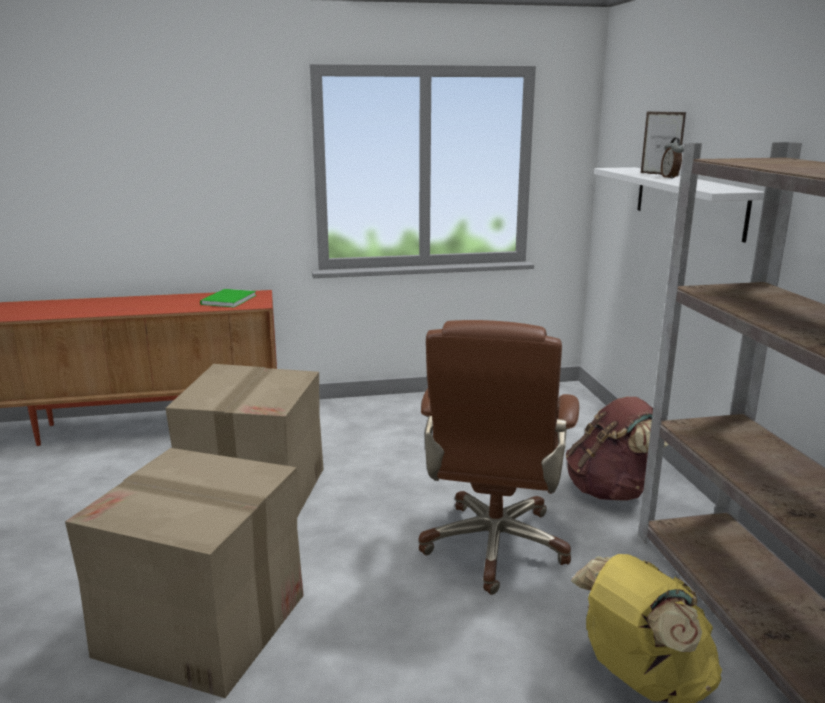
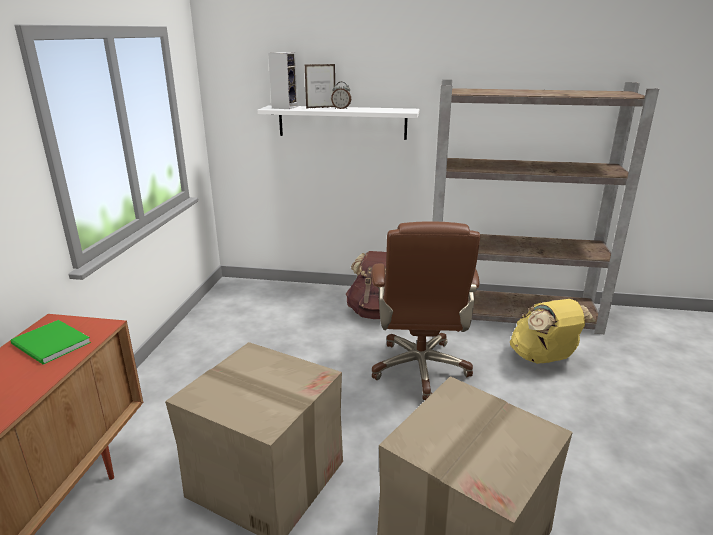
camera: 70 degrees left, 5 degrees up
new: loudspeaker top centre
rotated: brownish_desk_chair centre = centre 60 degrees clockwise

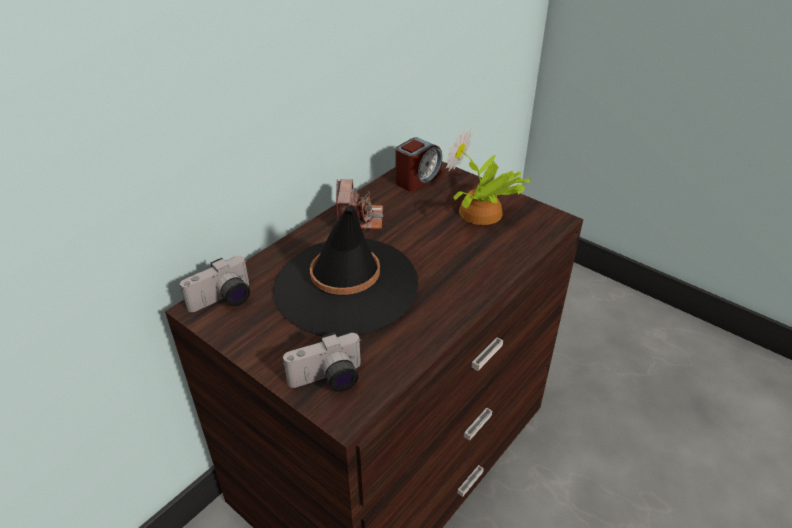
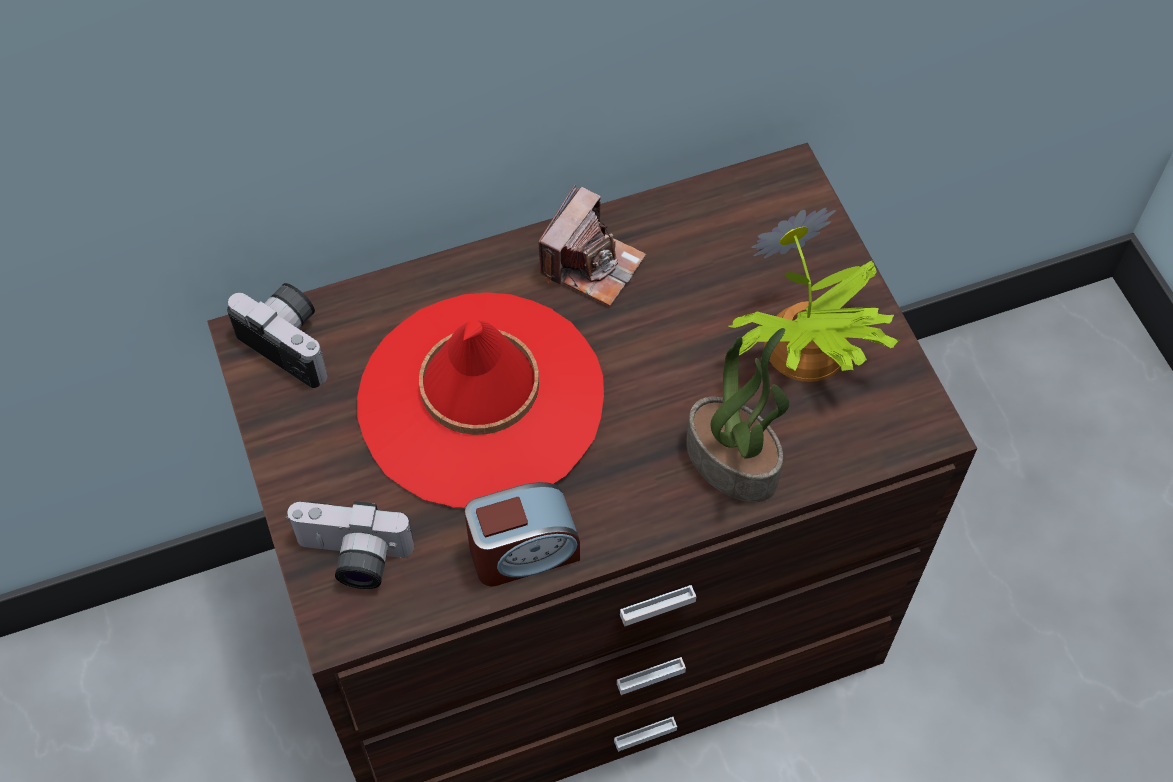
camera: 30 degrees right, 20 degrees up
new: houseplant (no. 1 from left) centre
shifted: bedside_clock top centre to bottom centre
repainted: blackish_wearable_hat centre to reddish_wearable_hat centre
rotated: still_camera (no. 1 from left) middle left = middle left 135 degrees counterclockwise

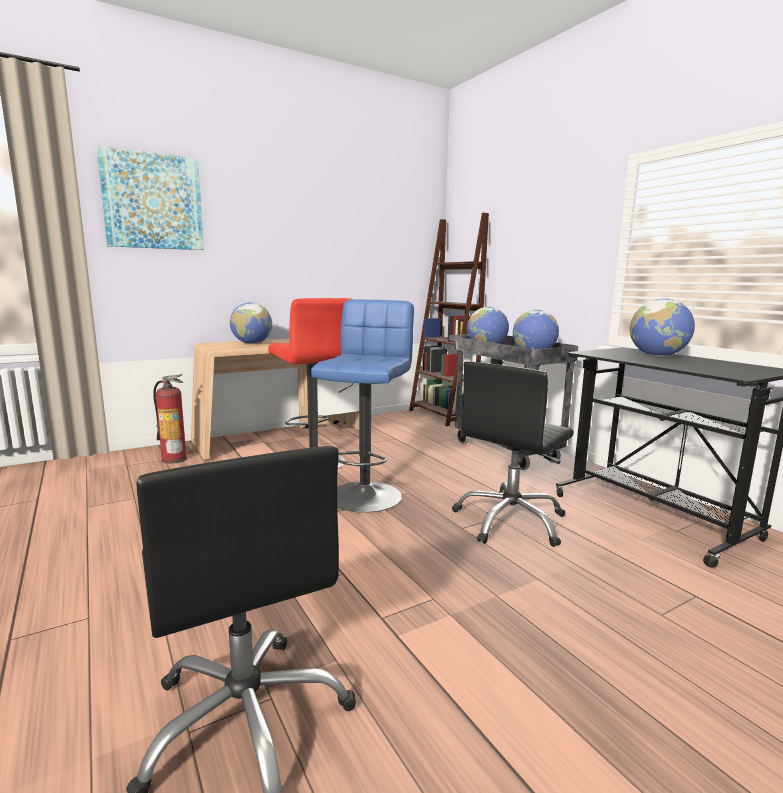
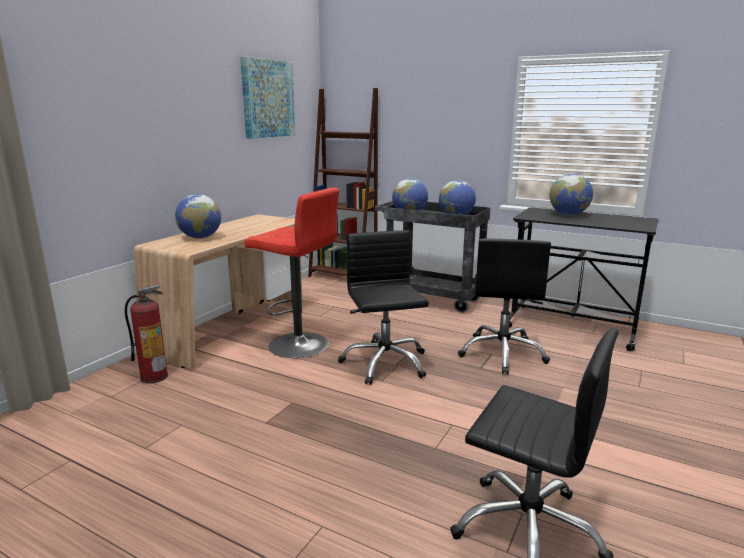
camera: 30 degrees left, 5 degrees up
shifted: wall_art top left to top centre
swapped: blue-coloured_stool_seat centre to blackish_desk_chair (no. 1 from left) centre

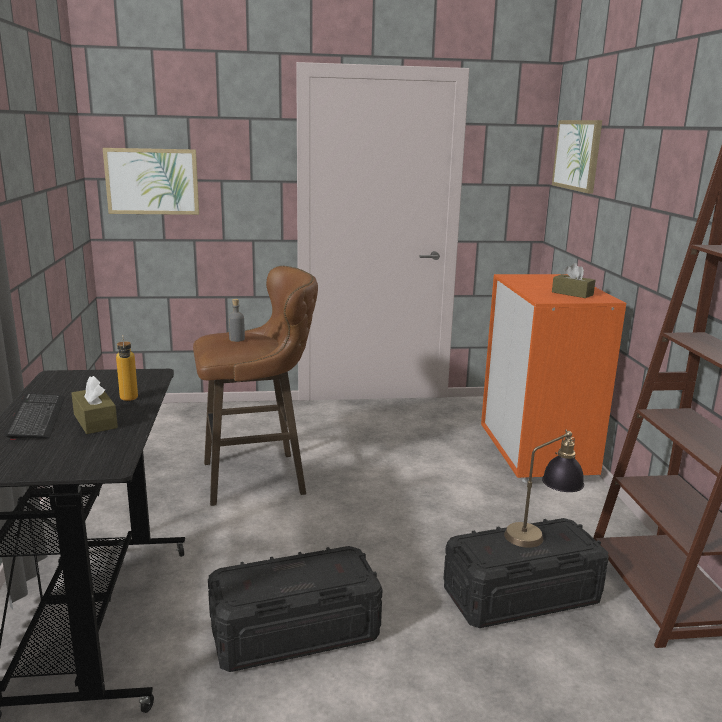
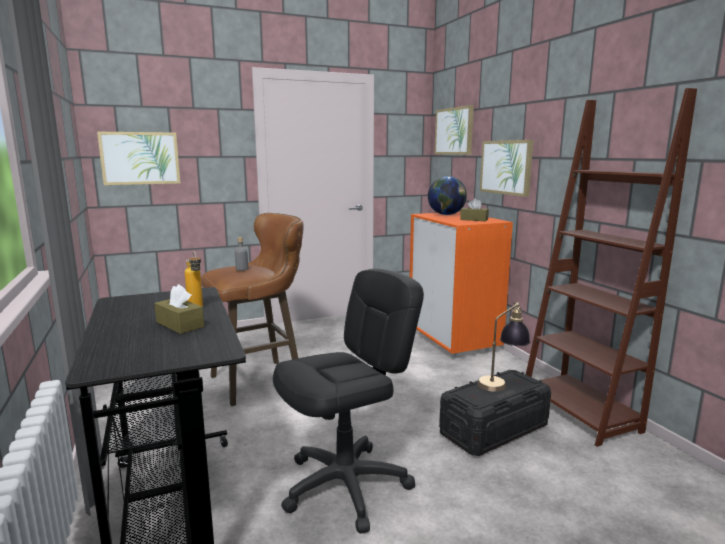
camera: 15 degrees left, 5 degrees down
gone: computer_keyboard middle left
new: desk_globe centre; wall_art (no. 3 from left) top right
swapped: blackish_storage_container (no. 1 from left) bottom centre to blackish_desk_chair bottom centre

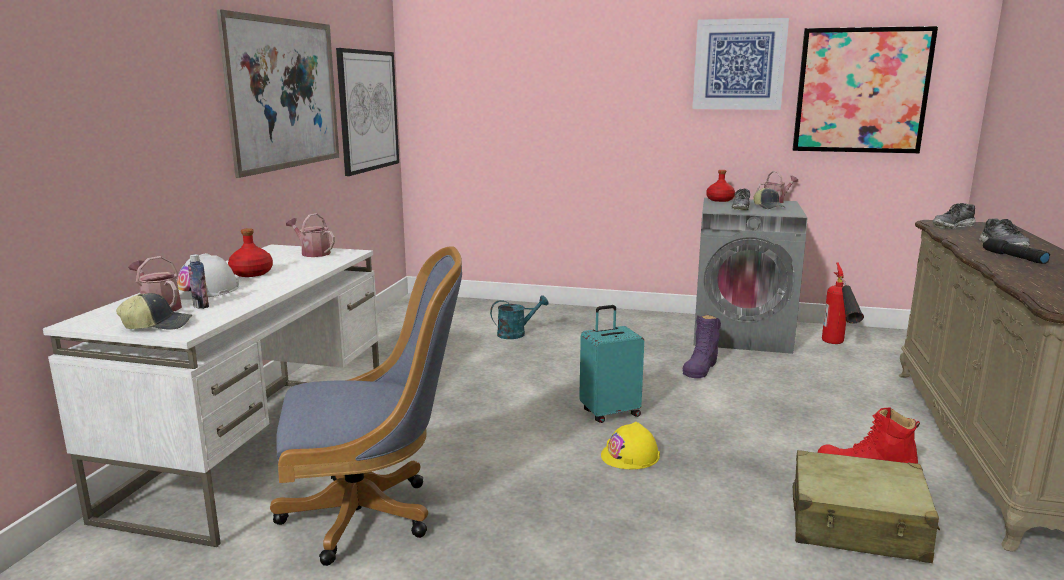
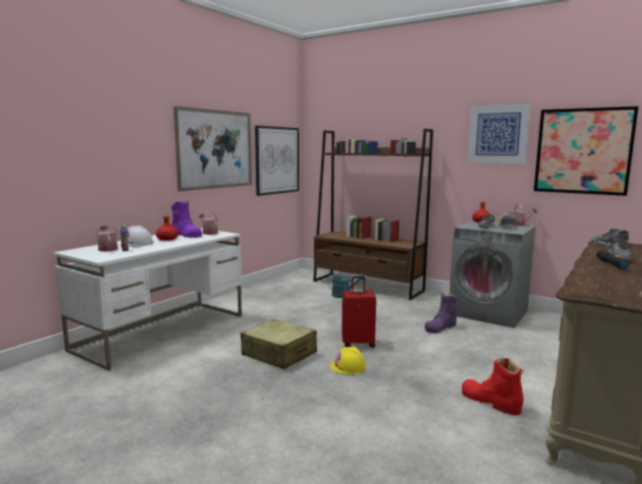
camera: 20 degrees right, 5 degrees down
gone: baseball_cap (no. 1 from left) middle left; blue-coloured_desk_chair bottom centre; fire-fighting_cylinder middle right
new: purple_boot (no. 1 from left) middle left; brownish_bookcase centre
shifted: beige_suitcase bottom right to bottom centre
repainted: turquoise-coloured_suitcase centre to reddish_suitcase centre

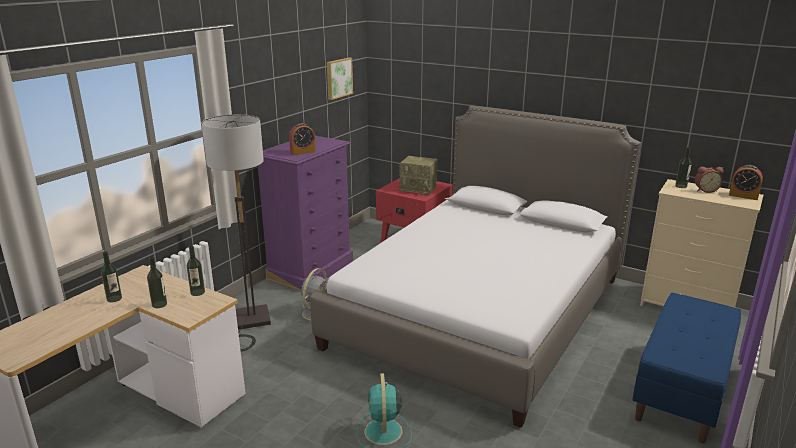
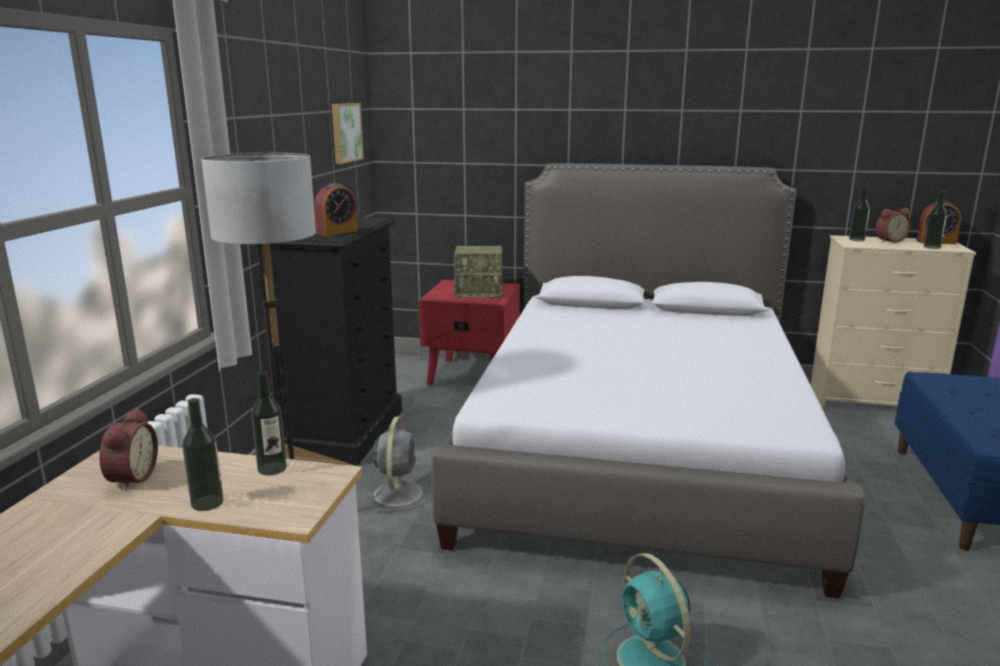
camera: 20 degrees left, 5 degrees down
new: bedside_clock (no. 1 from left) bottom left
shifted: bottle (no. 1 from left in the first image) middle left to bottle (no. 4 from left) top right
repainted: purple_dresser centre to blackish_dresser middle left

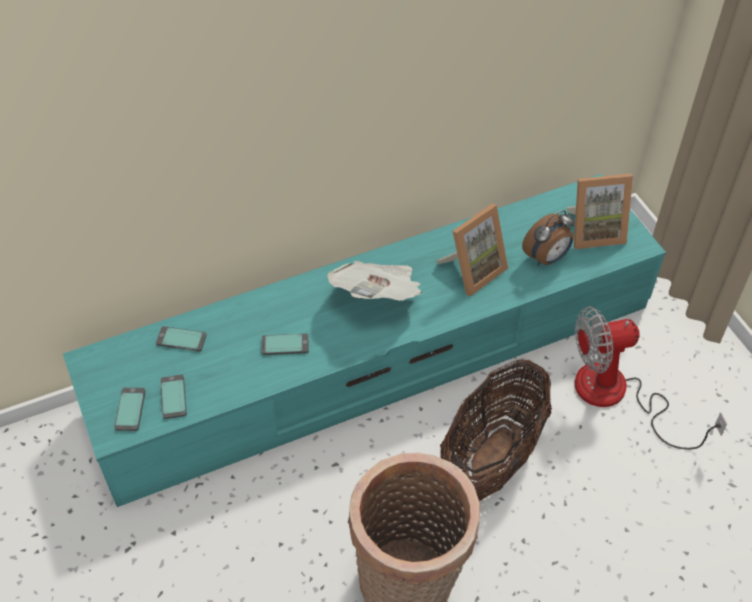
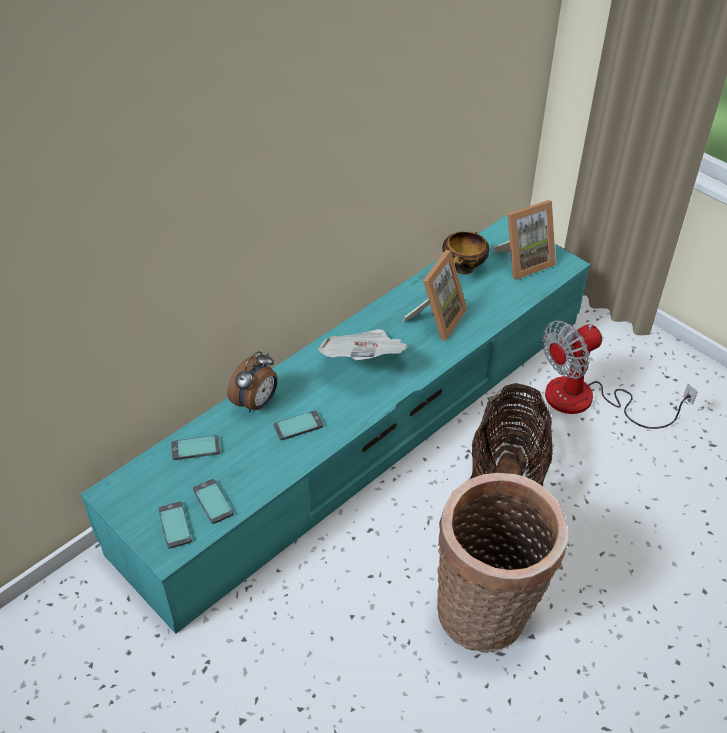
camera: 20 degrees left, 5 degrees down
new: deep_dish centre
shifted: bedside_clock middle right to centre

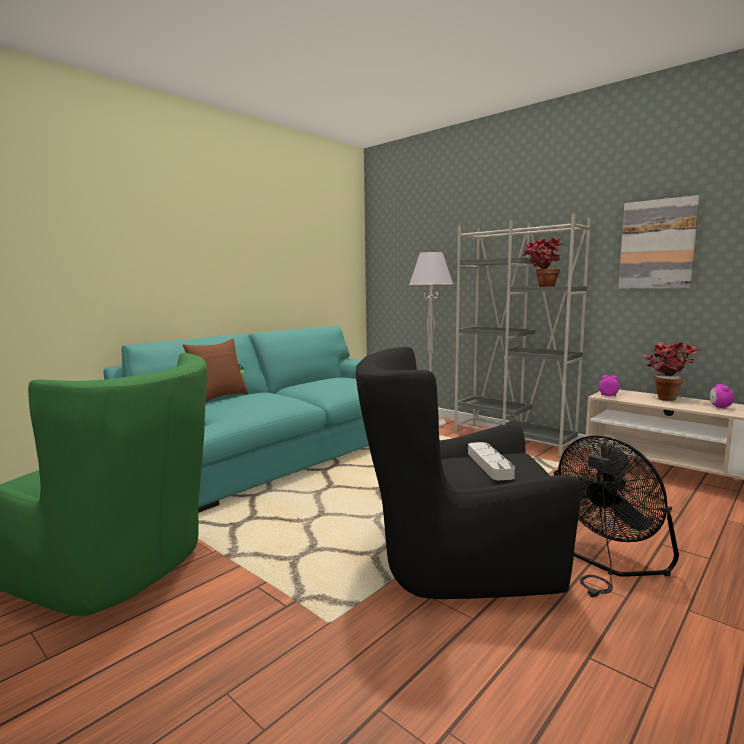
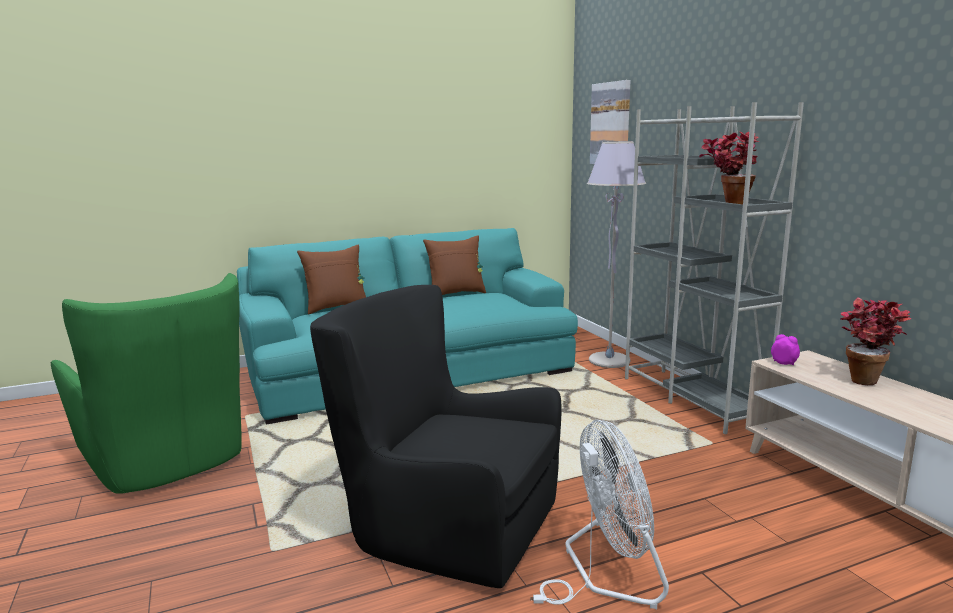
camera: 25 degrees right, 5 degrees up
gone: greyish_tray centre; bedside_clock (no. 2 from left) middle right
new: brownish_pillow (no. 2 from left) centre
shifted: wall_art top right to top centre
repainted: blackish_electric_fan bottom right to white_electric_fan bottom centre

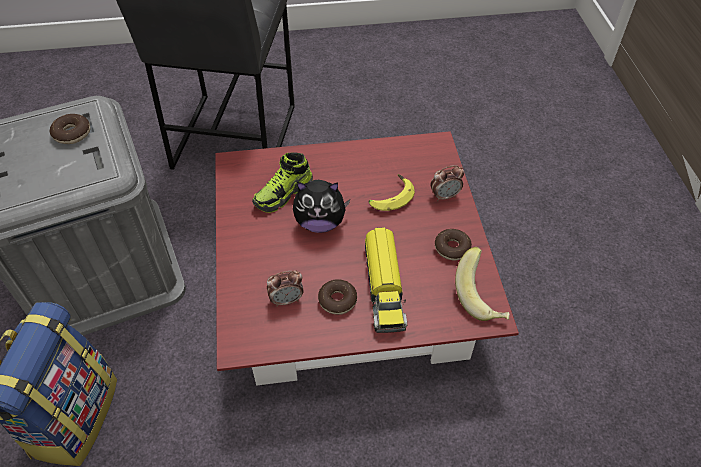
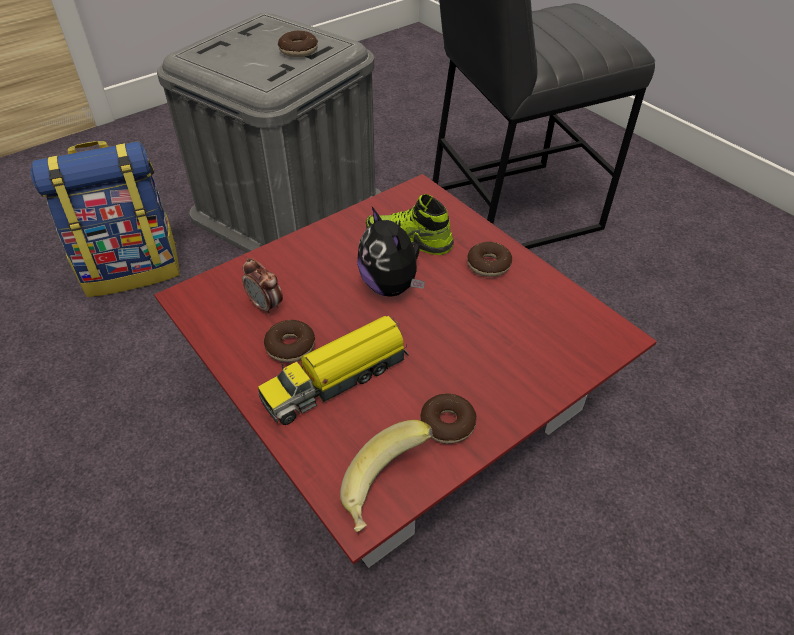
camera: 60 degrees right, 5 degrees down
gone: banana (no. 1 from left) centre; bedside_clock (no. 2 from left) centre
new: donut (no. 4 from left) centre

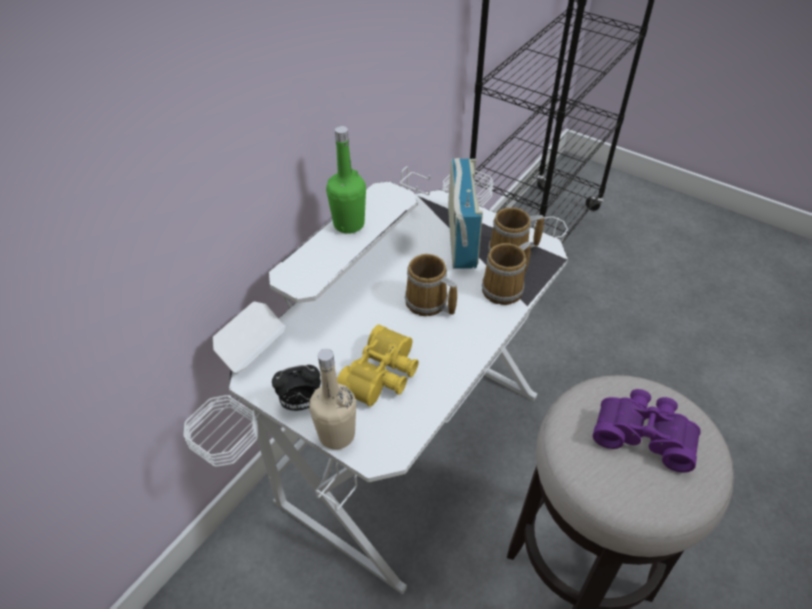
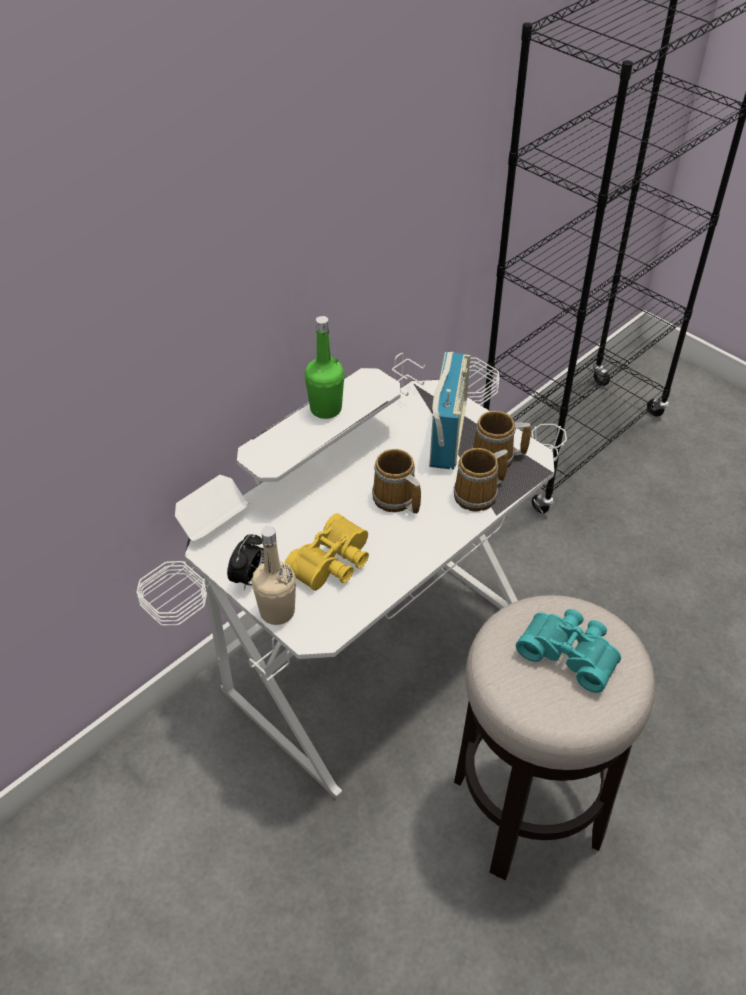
camera: 10 degrees right, 0 degrees up
repainted: purple_field_glasses bottom right to turquoise-coloured_field_glasses middle right
rotated: bedside_clock centre = middle left 60 degrees counterclockwise

